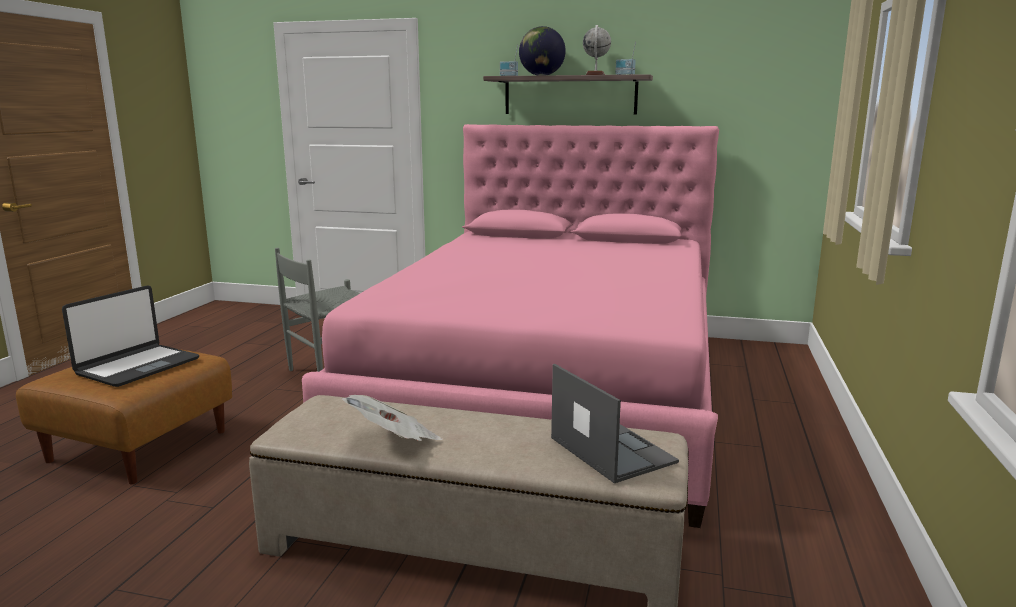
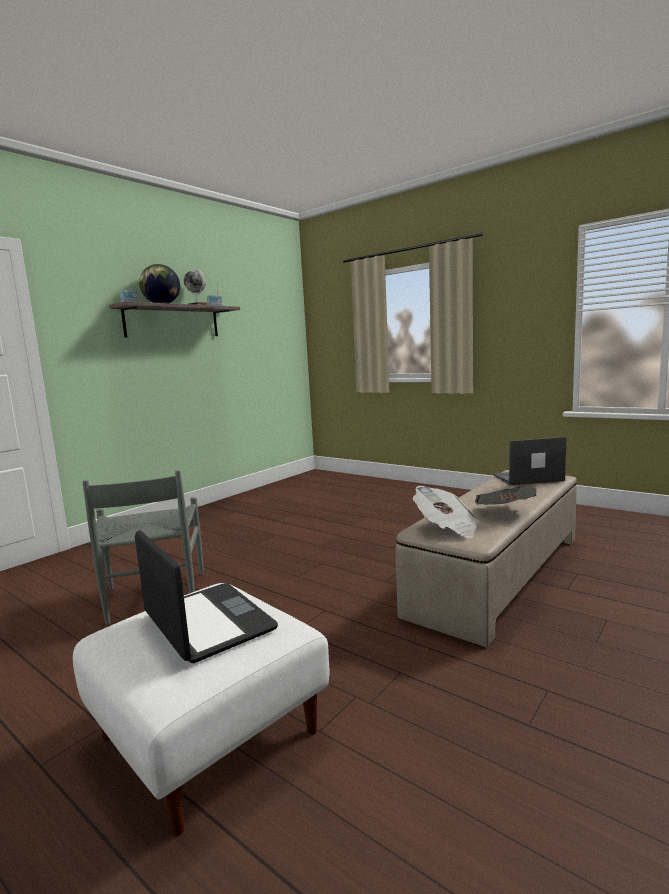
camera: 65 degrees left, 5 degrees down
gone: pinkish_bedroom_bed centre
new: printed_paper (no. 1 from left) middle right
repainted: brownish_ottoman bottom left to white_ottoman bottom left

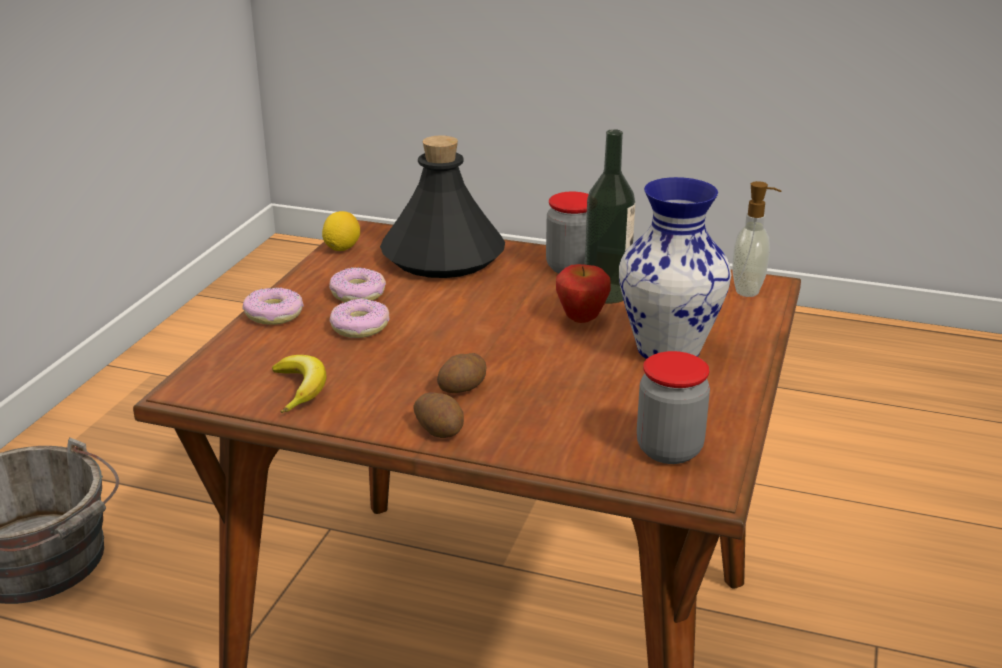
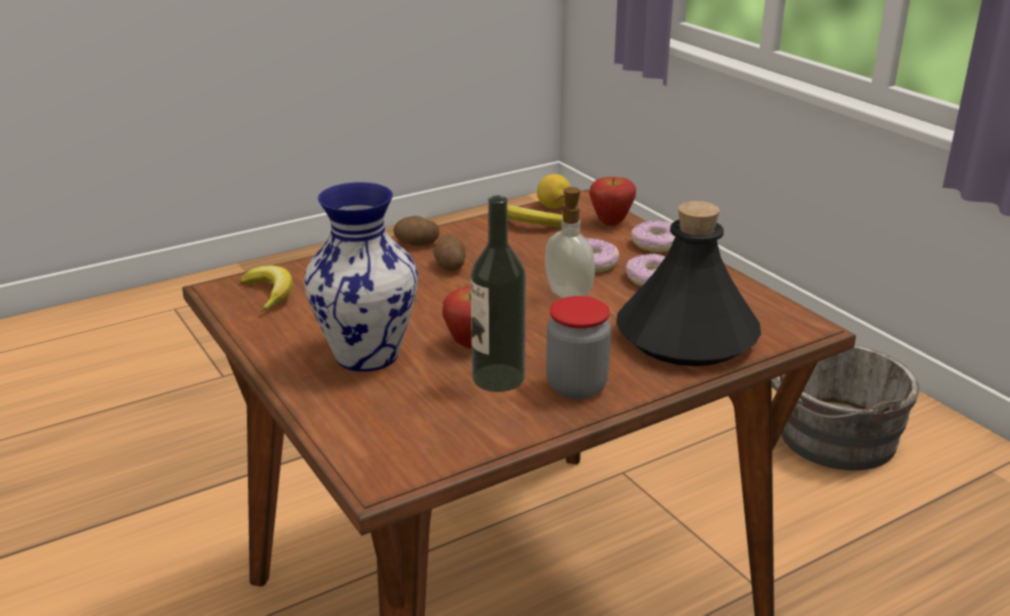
camera: 130 degrees right, 0 degrees up
new: apple_fruit (no. 2 from left) top centre
shifted: whole_lemon centre to top centre; soap_bottle middle right to centre
swapped: storage_jar (no. 2 from left) middle right to banana (no. 1 from left) middle left

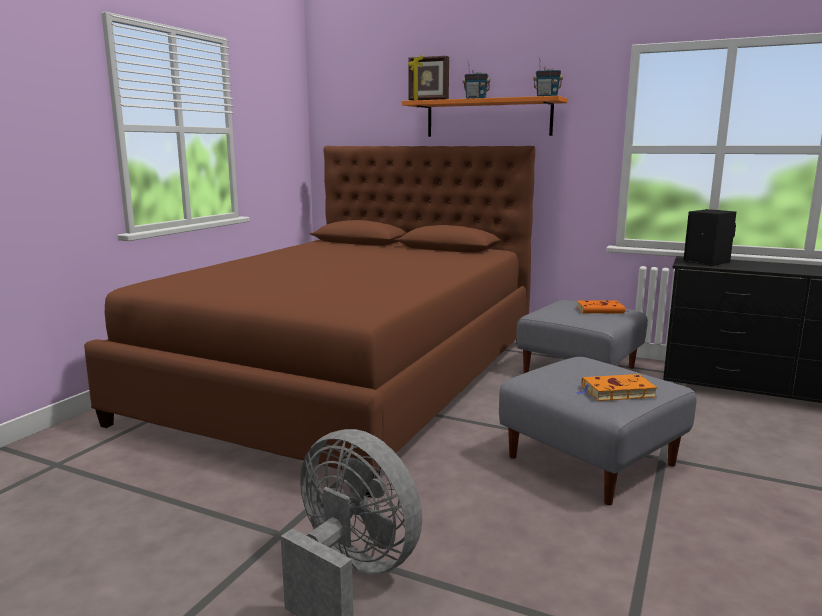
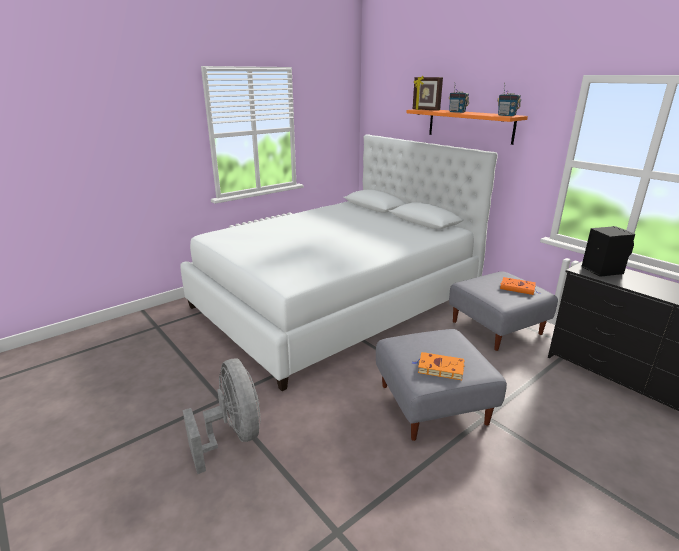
camera: 25 degrees right, 10 degrees up
repainted: brownish_bedroom_bed centre to white_bedroom_bed centre

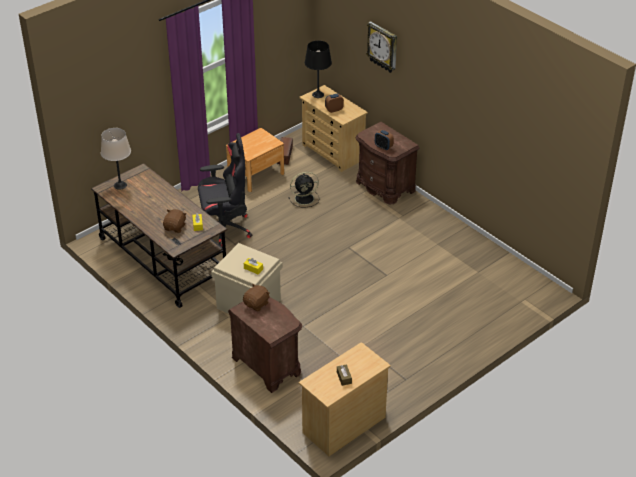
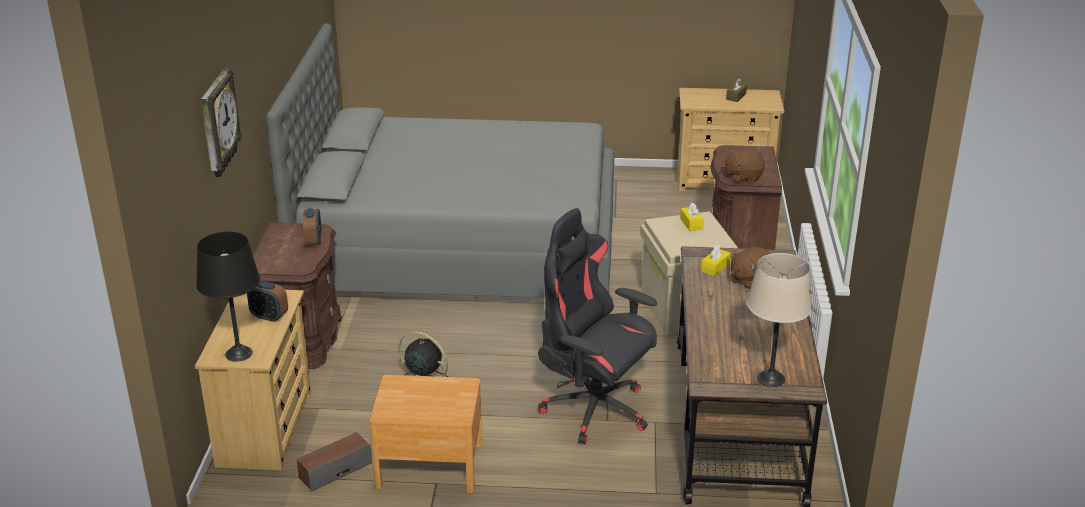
camera: 135 degrees left, 10 degrees down
new: greyish_bedroom_bed top centre

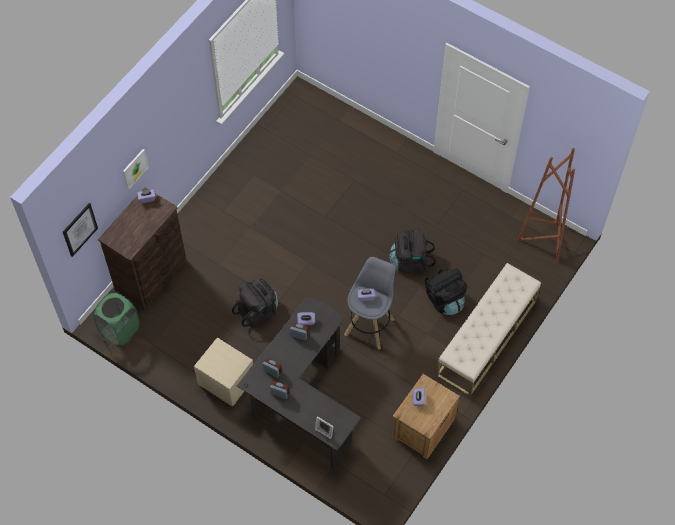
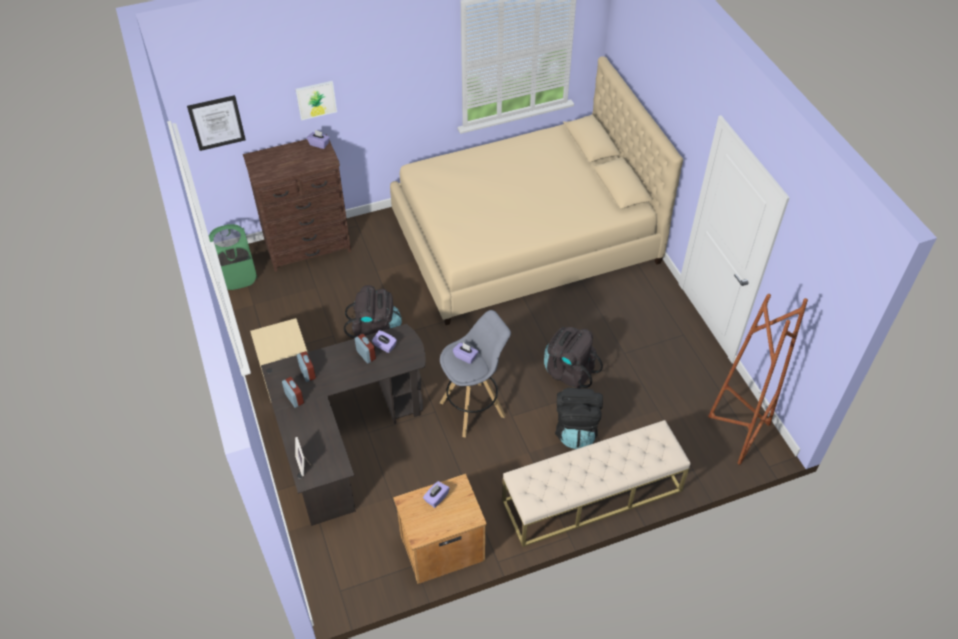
camera: 35 degrees right, 10 degrees down
new: beige_bedroom_bed top centre

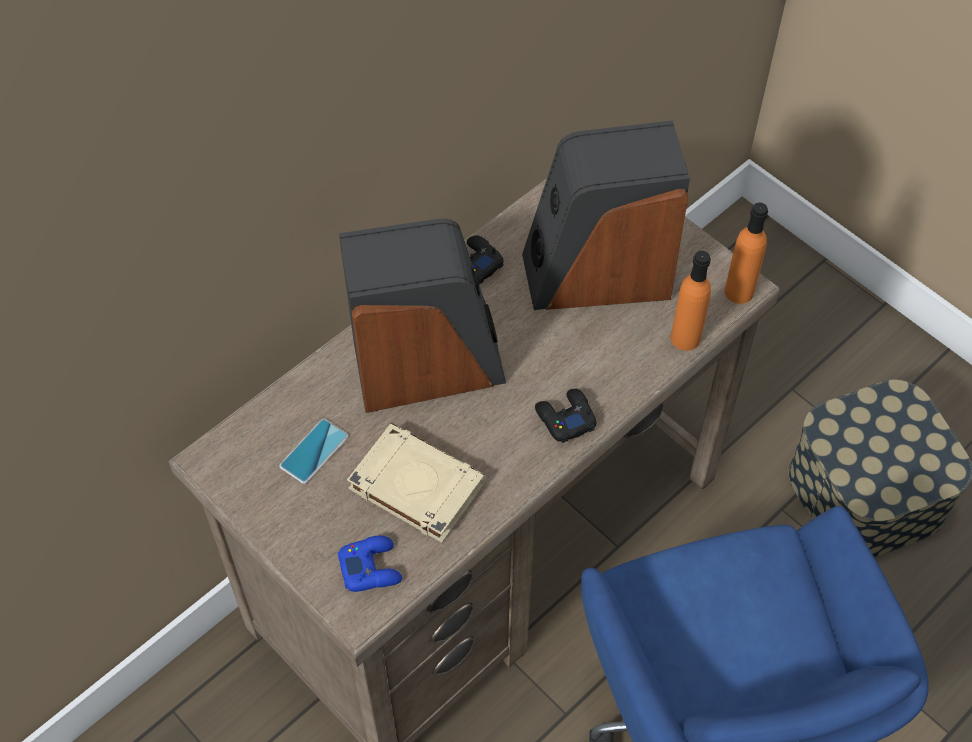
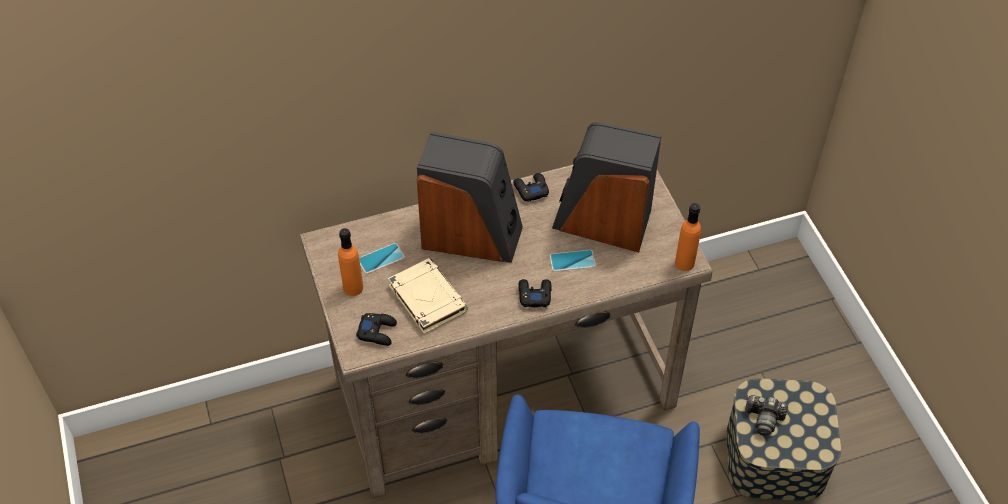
camera: 25 degrees right, 5 degrees down
new: handset (no. 2 from left) centre; still_camera bottom right
shifted: orangey_bottle (no. 1 from left) middle right to centre
repainted: blue-coloured_joypad bottom centre to blackish_joypad (no. 1 from left) centre

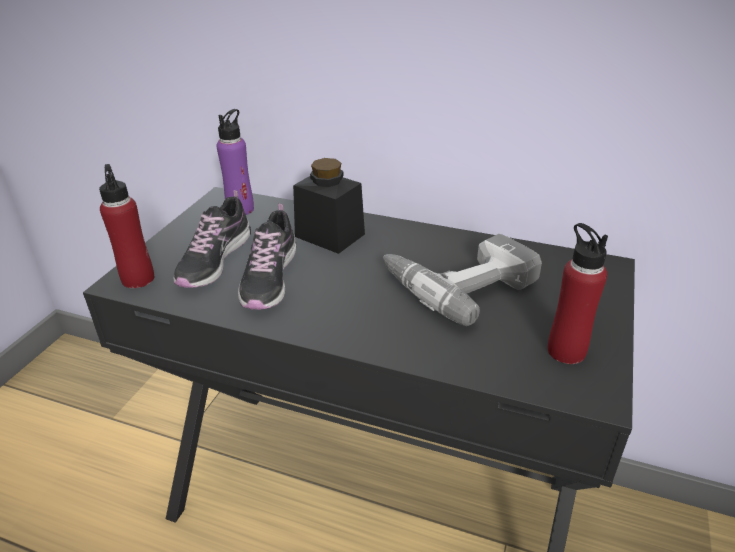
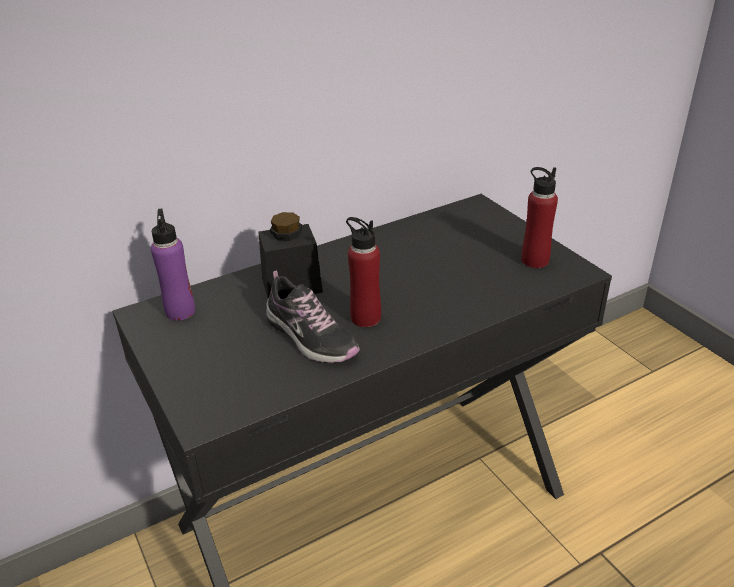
camera: 50 degrees left, 0 degrees up
gone: low_shoe (no. 1 from left) middle left; power_drill centre
shifted: reddish_bottle (no. 1 from left) middle left to centre

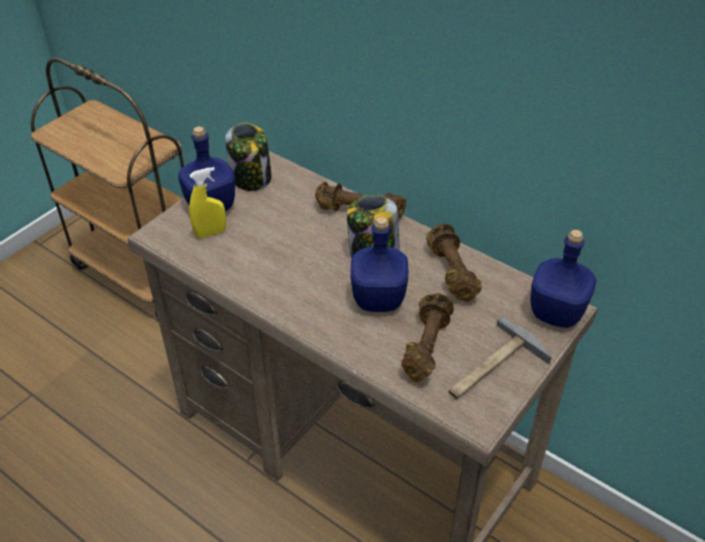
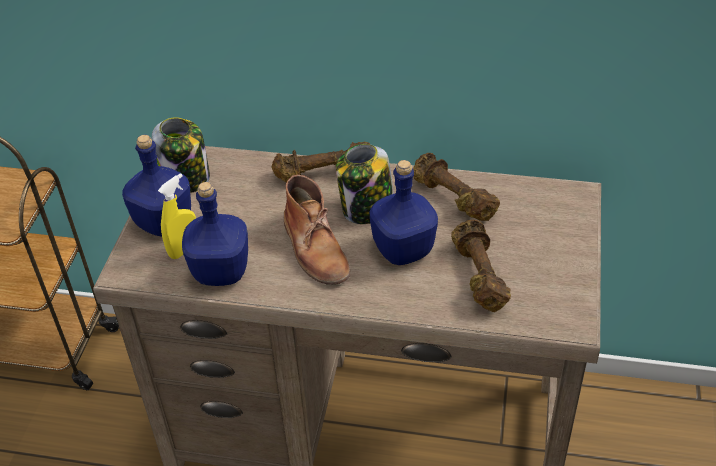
camera: 25 degrees left, 0 degrees up
gone: tool_hammer middle right
new: brownish_boot centre
shifted: blue-coloured_bottle (no. 3 from left in the first image) middle right to blue-coloured_bottle (no. 2 from left) middle left

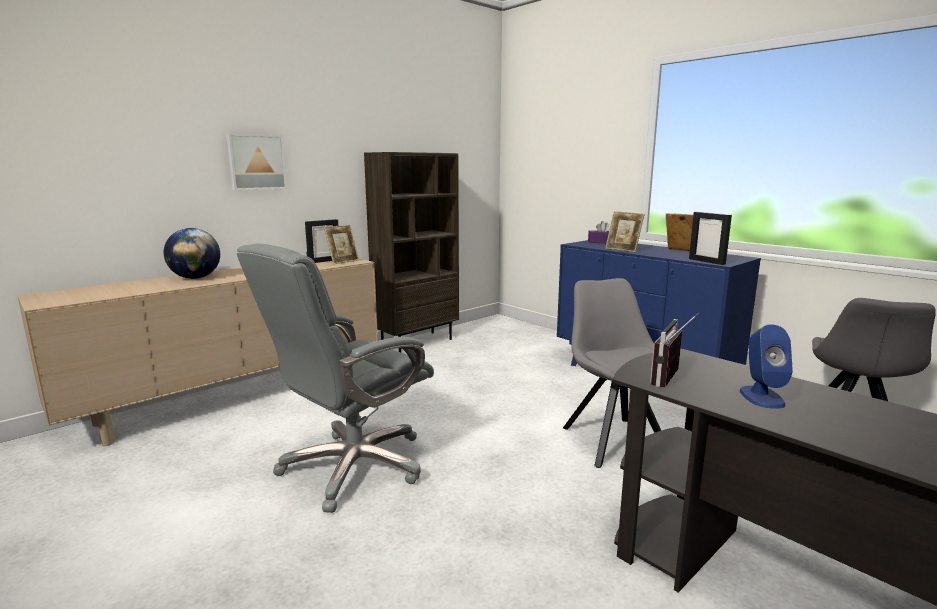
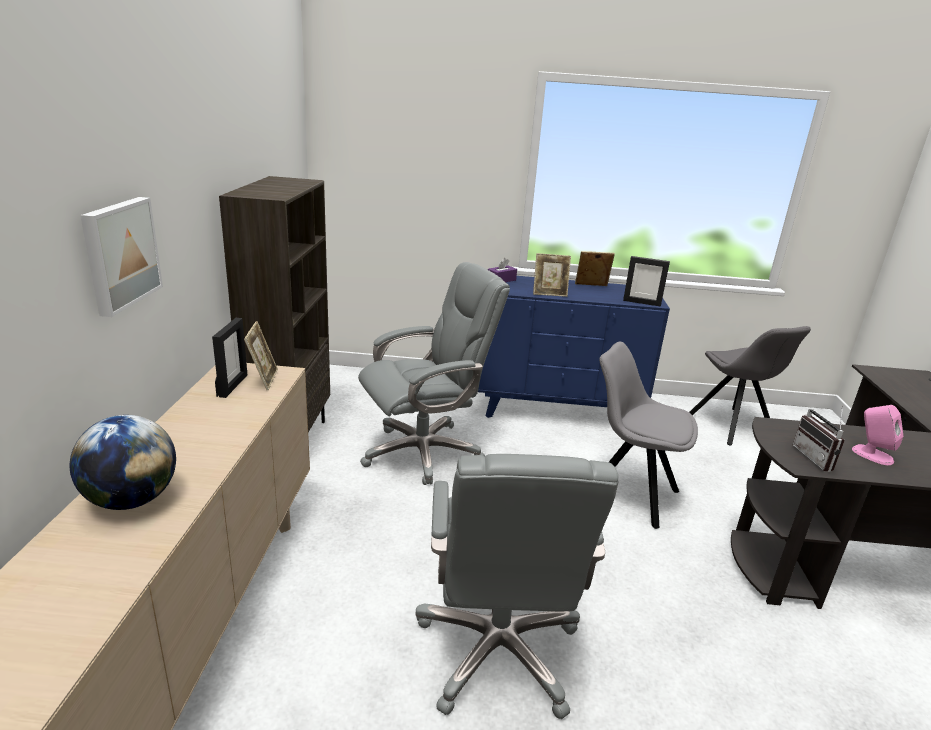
camera: 45 degrees left, 10 degrees up
new: greyish_desk_chair (no. 1 from left) centre
repainted: blue-coloured_loudspeaker middle right to pinkish_loudspeaker middle right

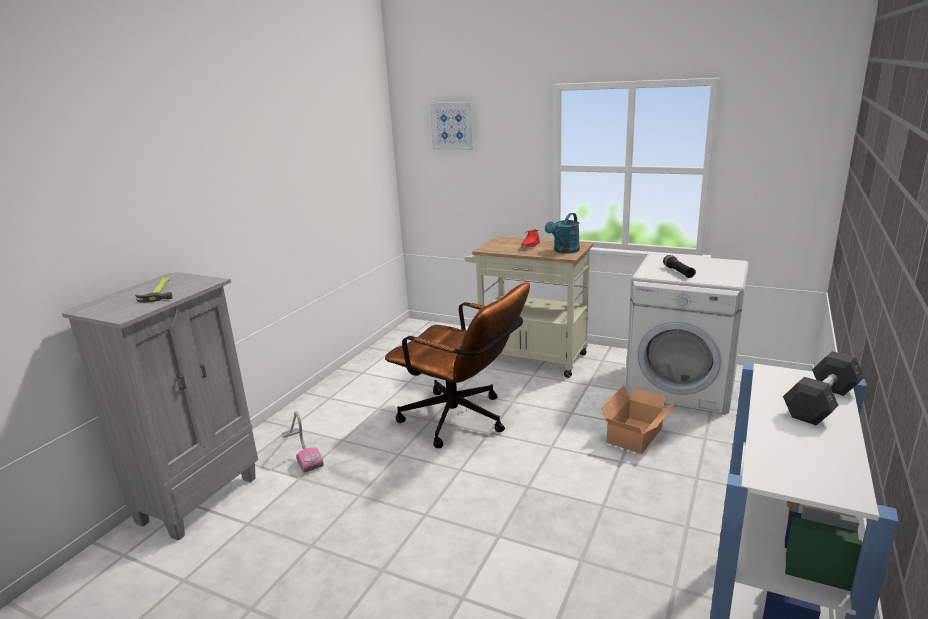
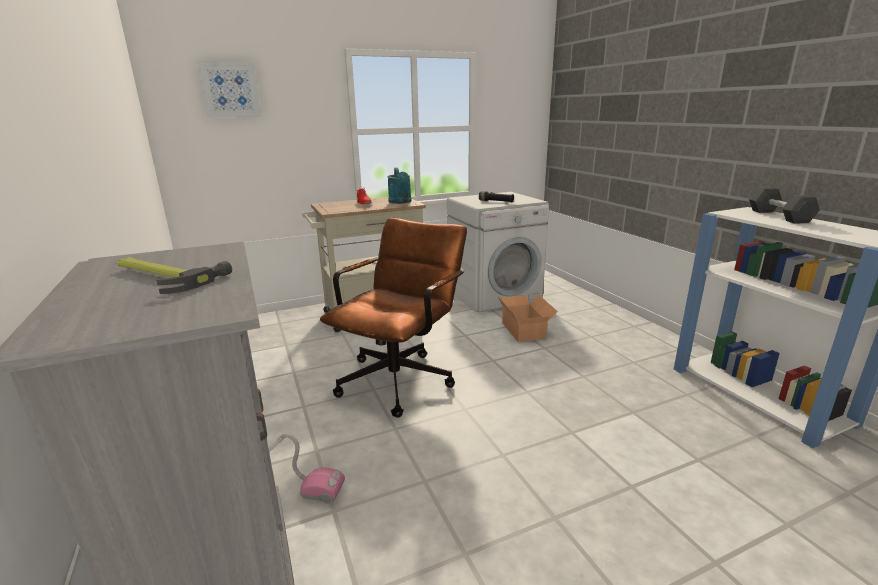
camera: 50 degrees left, 0 degrees up
rotated: brownish_desk_chair centre = centre 45 degrees counterclockwise

